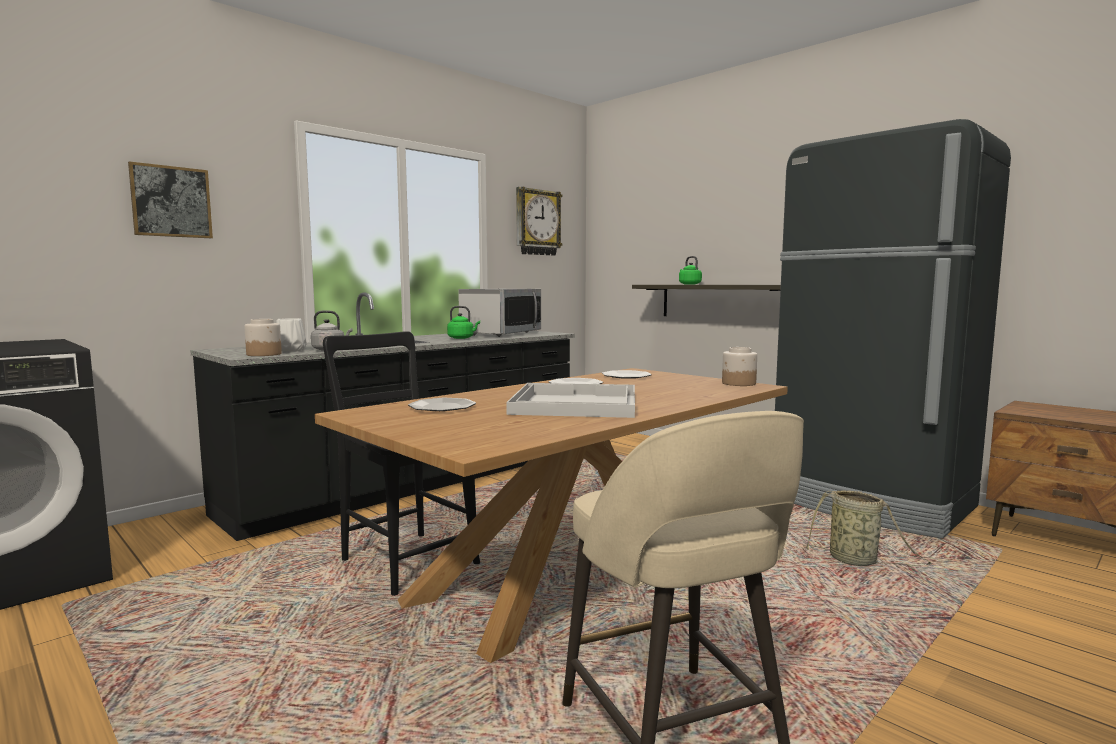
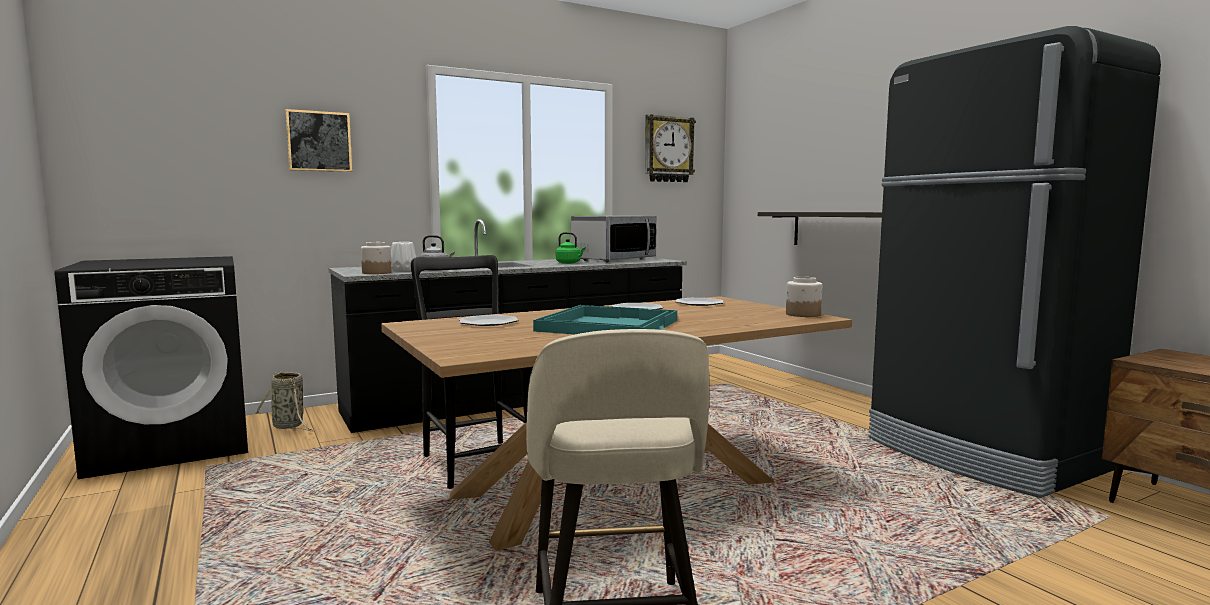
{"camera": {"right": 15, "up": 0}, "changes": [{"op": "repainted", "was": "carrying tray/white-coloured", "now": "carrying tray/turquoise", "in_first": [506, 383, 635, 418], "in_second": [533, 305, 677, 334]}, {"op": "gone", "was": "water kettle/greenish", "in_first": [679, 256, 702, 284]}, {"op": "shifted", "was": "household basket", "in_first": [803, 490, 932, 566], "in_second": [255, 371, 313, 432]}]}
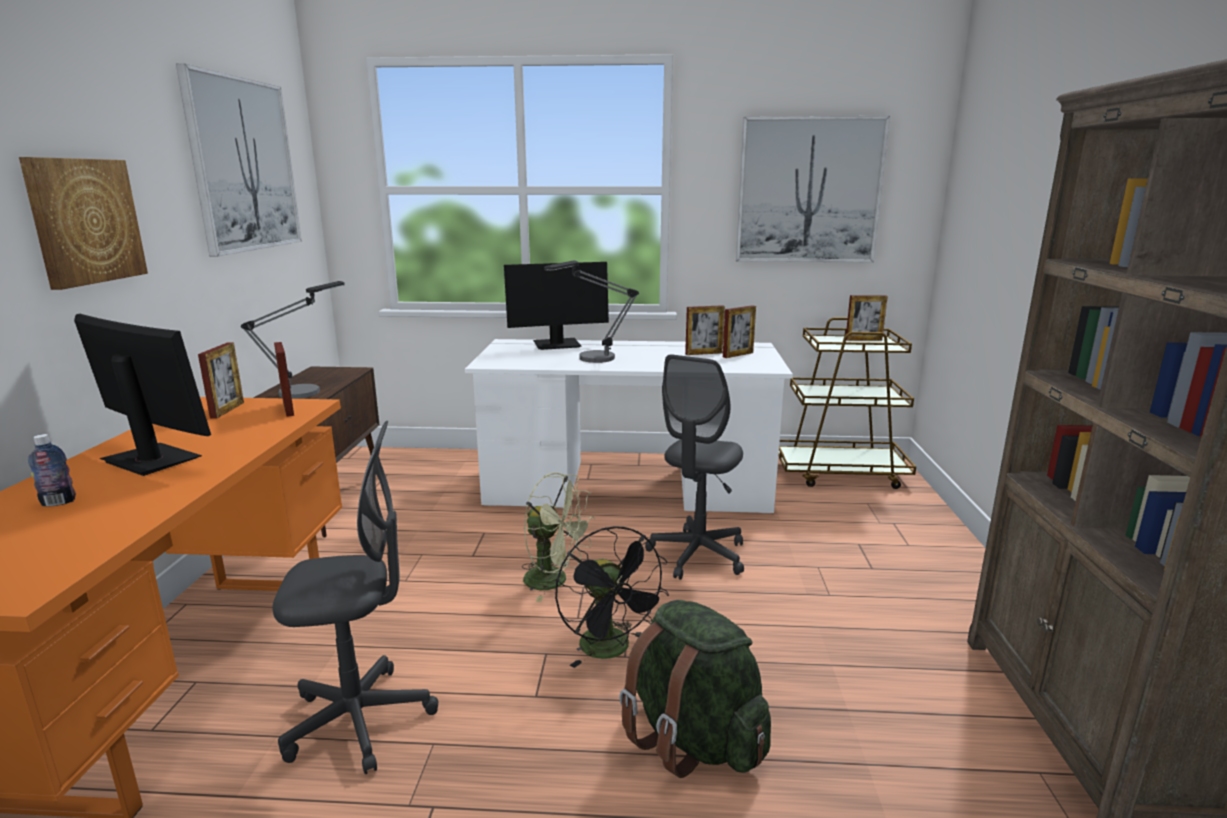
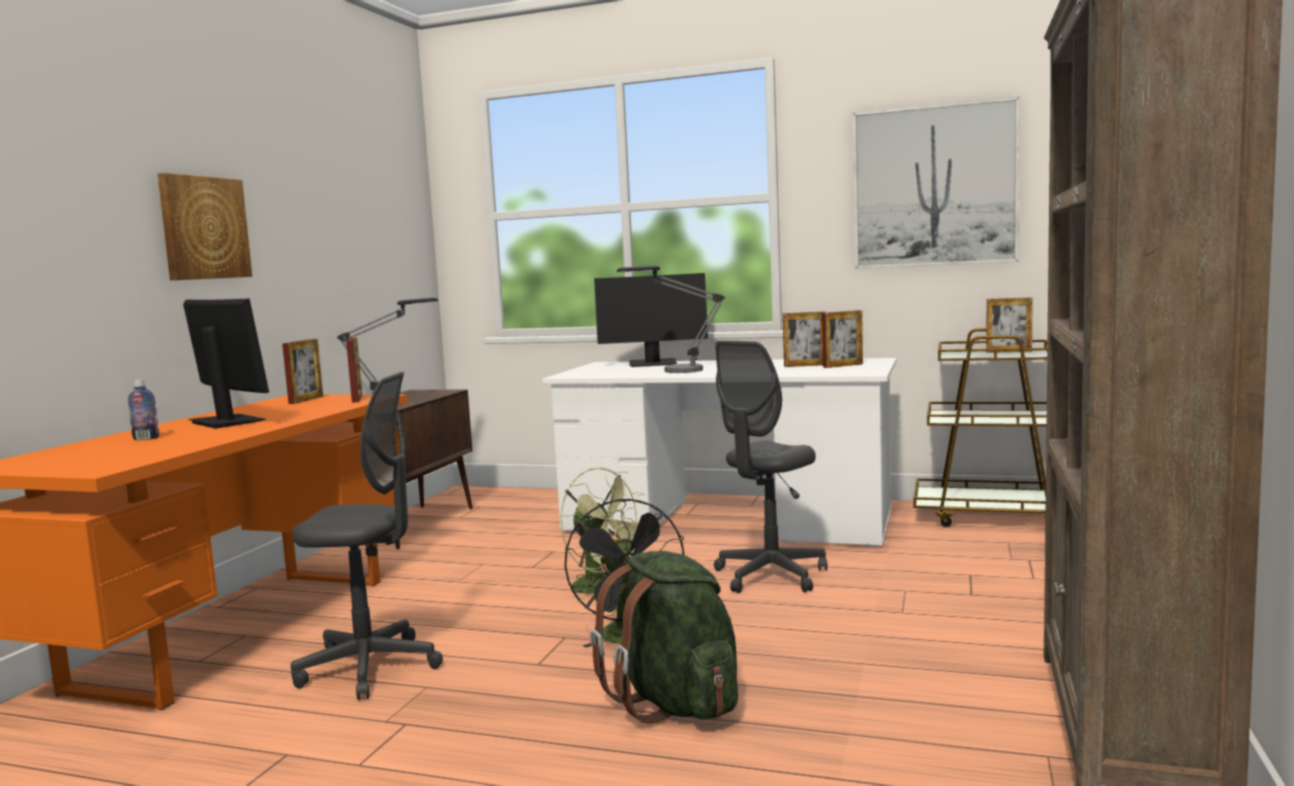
{"camera": {"right": 15, "up": -10}, "changes": [{"op": "gone", "was": "picture", "in_first": [176, 63, 302, 256]}]}
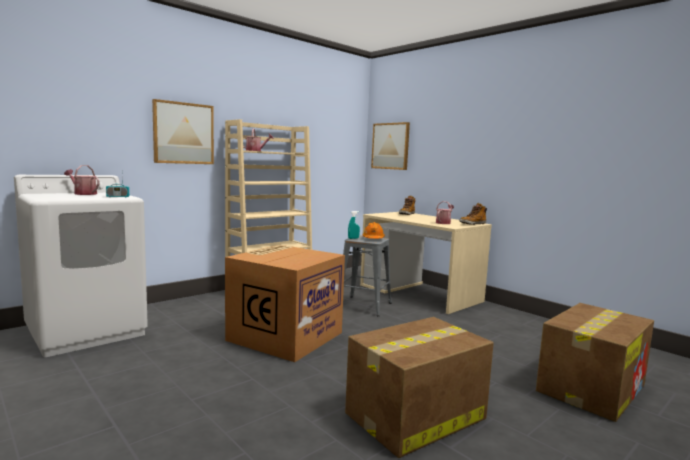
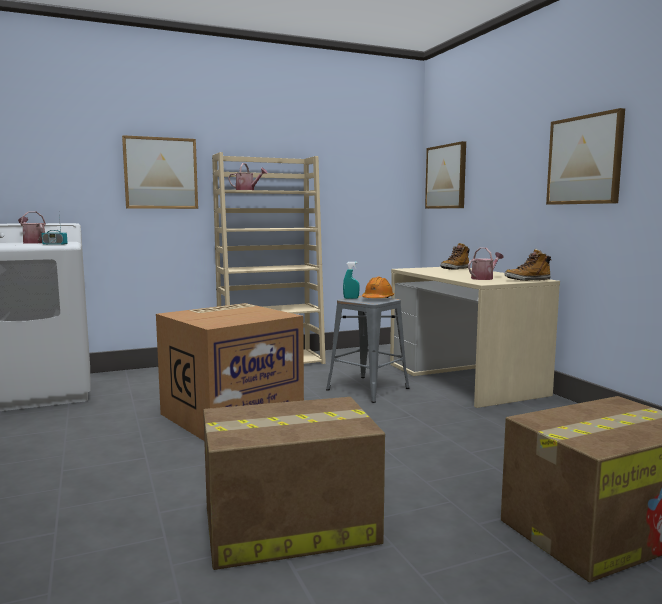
{"camera": {"right": 20, "up": 0}, "changes": [{"op": "new", "now": "picture", "in_second": [546, 108, 625, 205]}]}
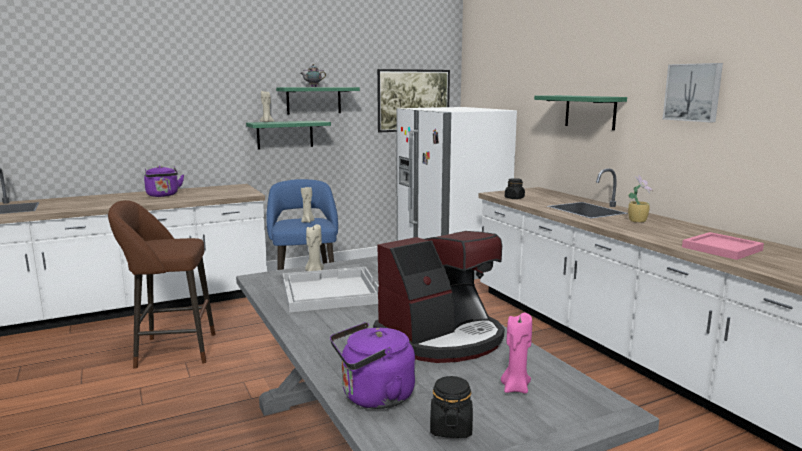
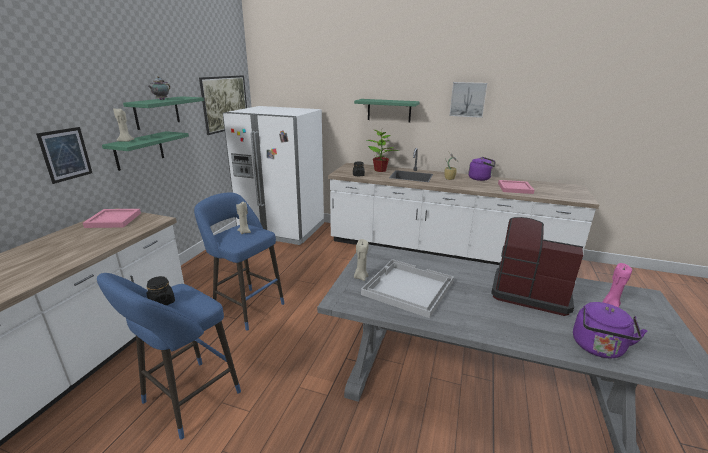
{"camera": {"right": -45, "up": 10}, "changes": [{"op": "repainted", "was": "stool/brown", "now": "stool/bluish", "in_first": [108, 200, 215, 369], "in_second": [97, 273, 241, 440]}, {"op": "shifted", "was": "water kettle/purplish", "in_first": [144, 165, 184, 197], "in_second": [468, 157, 495, 181]}, {"op": "rotated", "was": "coffee maker", "in_first": [373, 231, 504, 363], "in_second": [491, 217, 583, 316], "clockwise": -75}, {"op": "shifted", "was": "preserve jar/black", "in_first": [430, 376, 473, 438], "in_second": [146, 276, 175, 306]}, {"op": "new", "now": "picture", "in_second": [36, 127, 92, 184]}, {"op": "new", "now": "carrying tray/pink-coloured", "in_second": [83, 209, 141, 228]}, {"op": "new", "now": "houseplant", "in_second": [367, 130, 400, 172]}]}
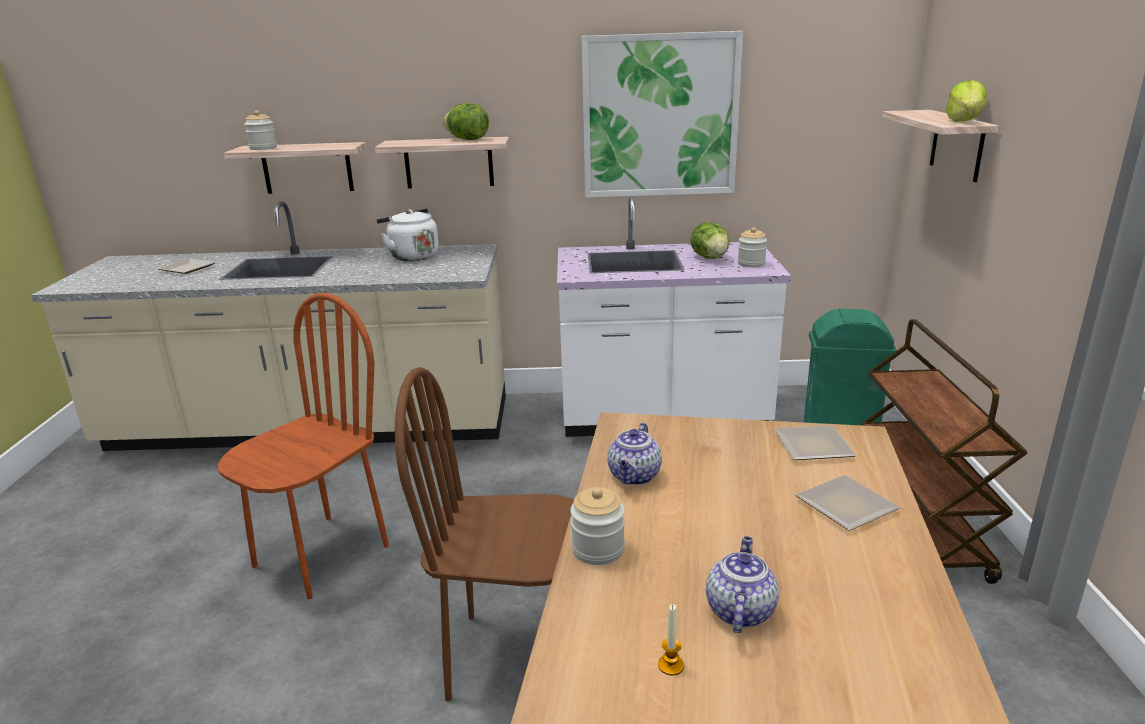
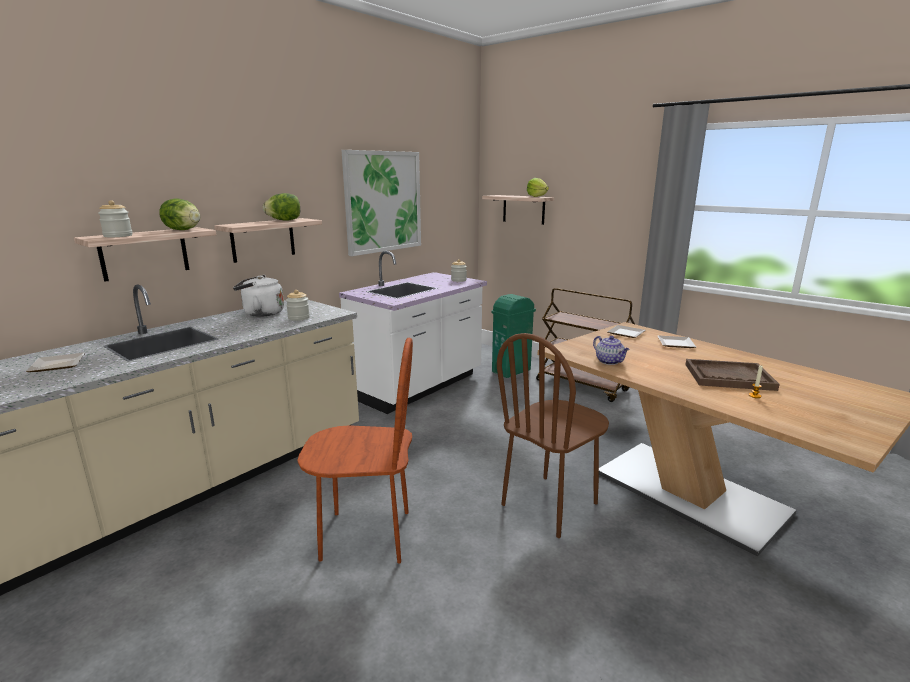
{"camera": {"right": -50, "up": -5}, "changes": [{"op": "rotated", "was": "chair/brown", "in_first": [218, 293, 389, 599], "in_second": [297, 338, 413, 564], "clockwise": 105}, {"op": "shifted", "was": "preserve jar", "in_first": [570, 487, 625, 565], "in_second": [286, 290, 310, 321]}, {"op": "shifted", "was": "lettuce head", "in_first": [691, 222, 730, 259], "in_second": [159, 198, 200, 230]}, {"op": "swapped", "was": "teapot", "now": "carrying tray/brown", "in_first": [706, 536, 779, 633], "in_second": [686, 359, 780, 391]}]}
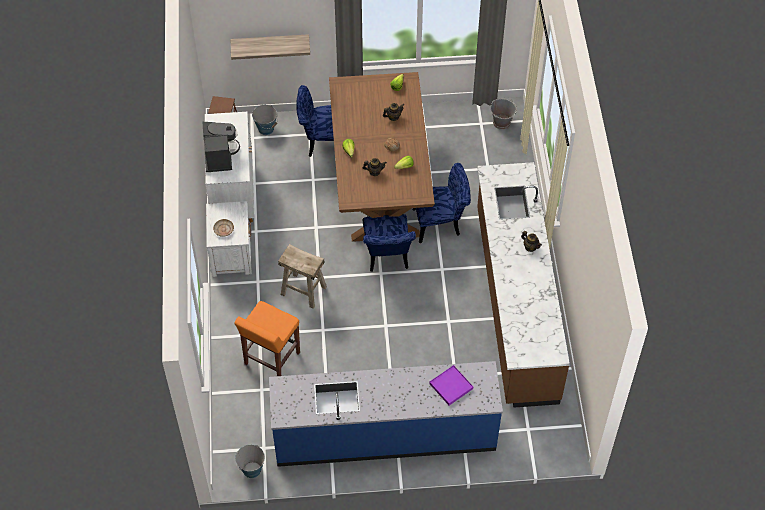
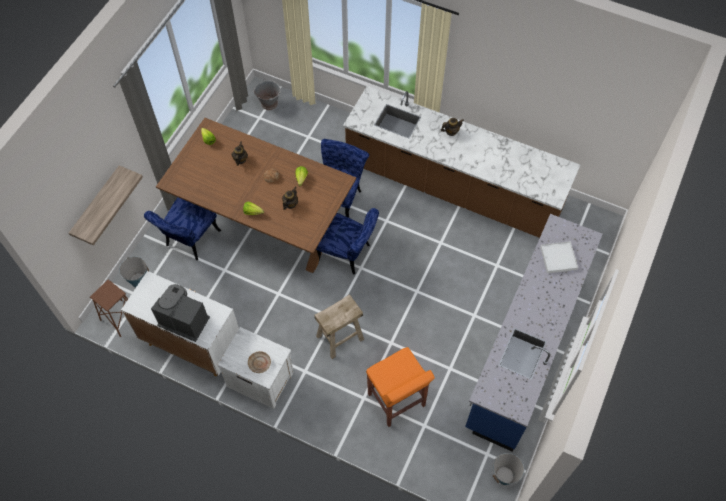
{"camera": {"right": -60, "up": 5}, "changes": [{"op": "repainted", "was": "carrying tray/purplish", "now": "carrying tray/white-coloured", "in_first": [429, 365, 473, 405], "in_second": [540, 241, 578, 273]}]}
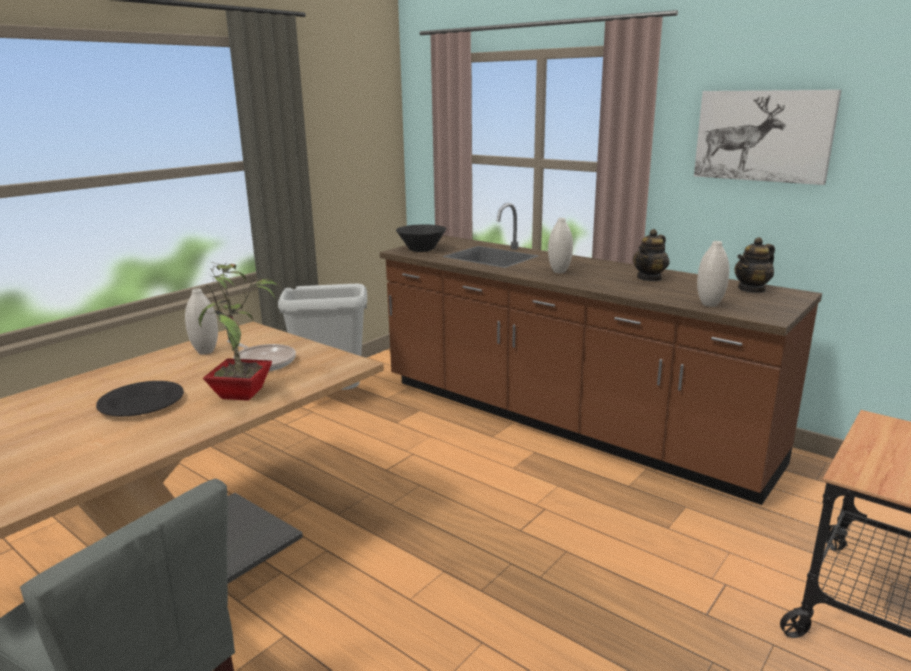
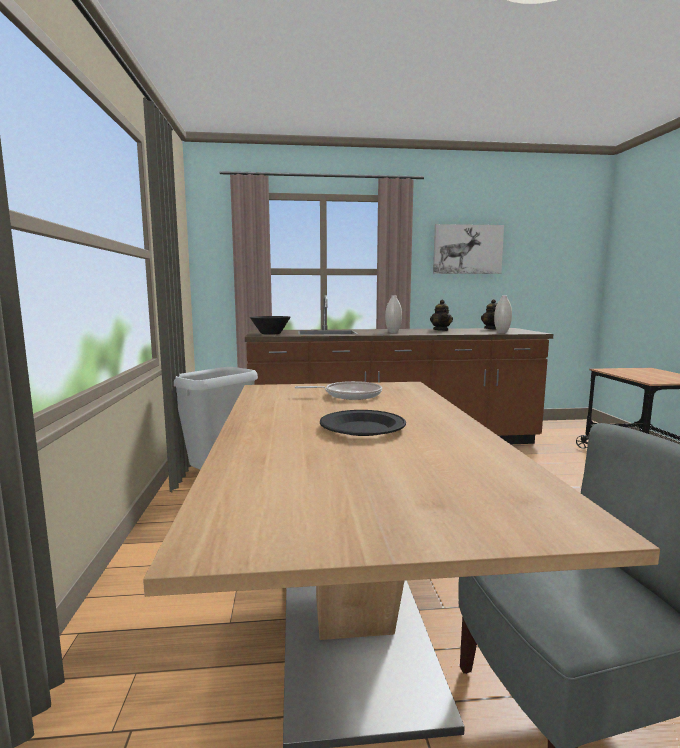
{"camera": {"right": -45, "up": -10}, "changes": [{"op": "gone", "was": "vase/white-coloured", "in_first": [185, 288, 218, 354]}, {"op": "gone", "was": "houseplant", "in_first": [198, 262, 279, 401]}]}
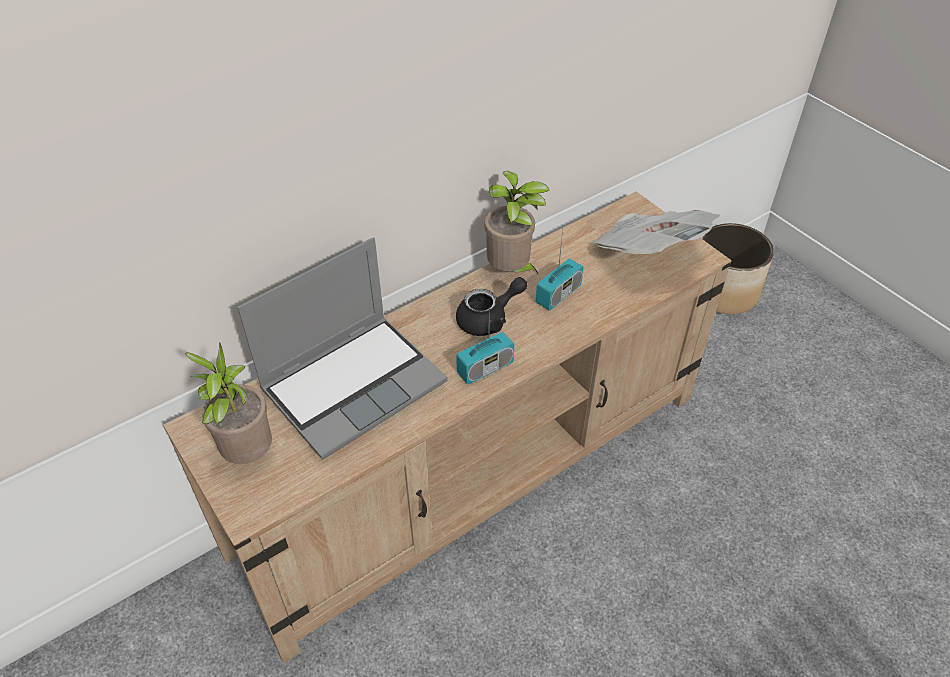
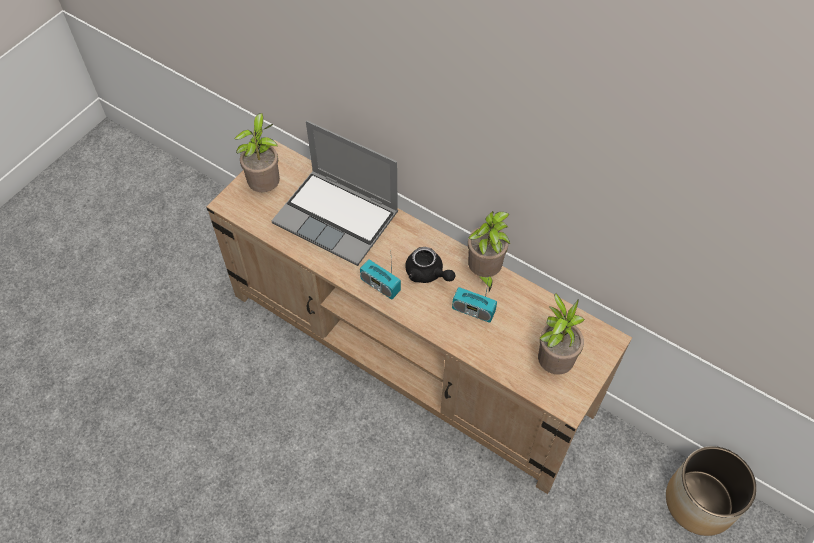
{"camera": {"right": 70, "up": 10}, "changes": [{"op": "swapped", "was": "printed paper", "now": "houseplant", "in_first": [592, 210, 720, 254], "in_second": [538, 293, 585, 375]}]}
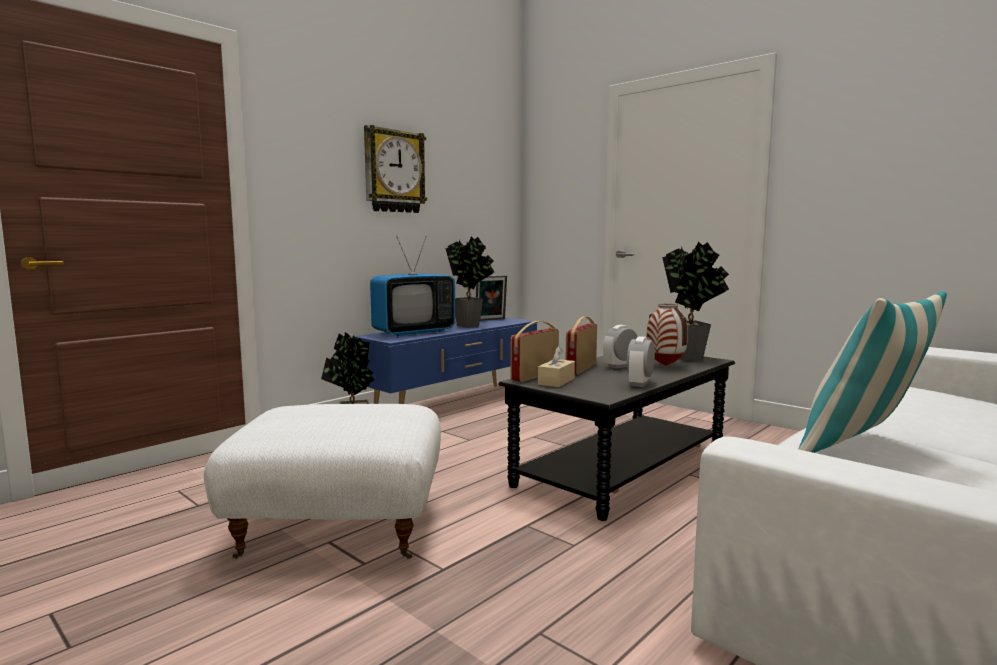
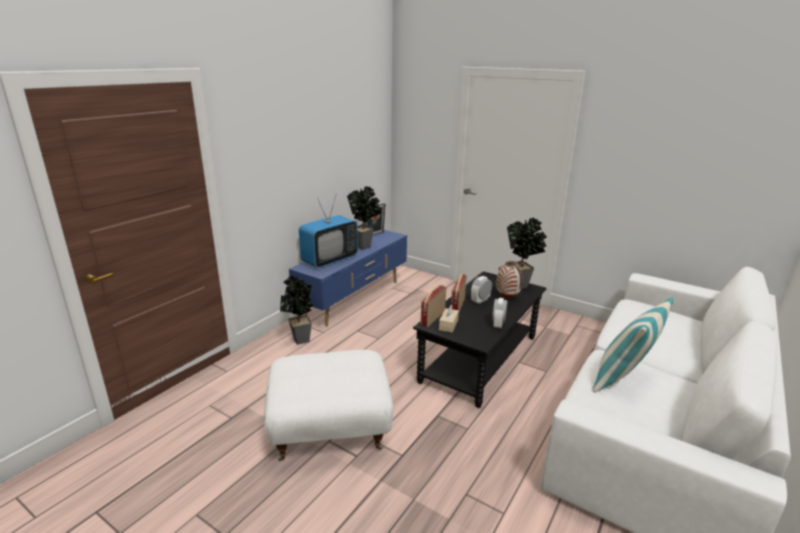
{"camera": {"right": -10, "up": 15}, "changes": [{"op": "gone", "was": "clock on the wall", "in_first": [364, 125, 427, 213]}]}
